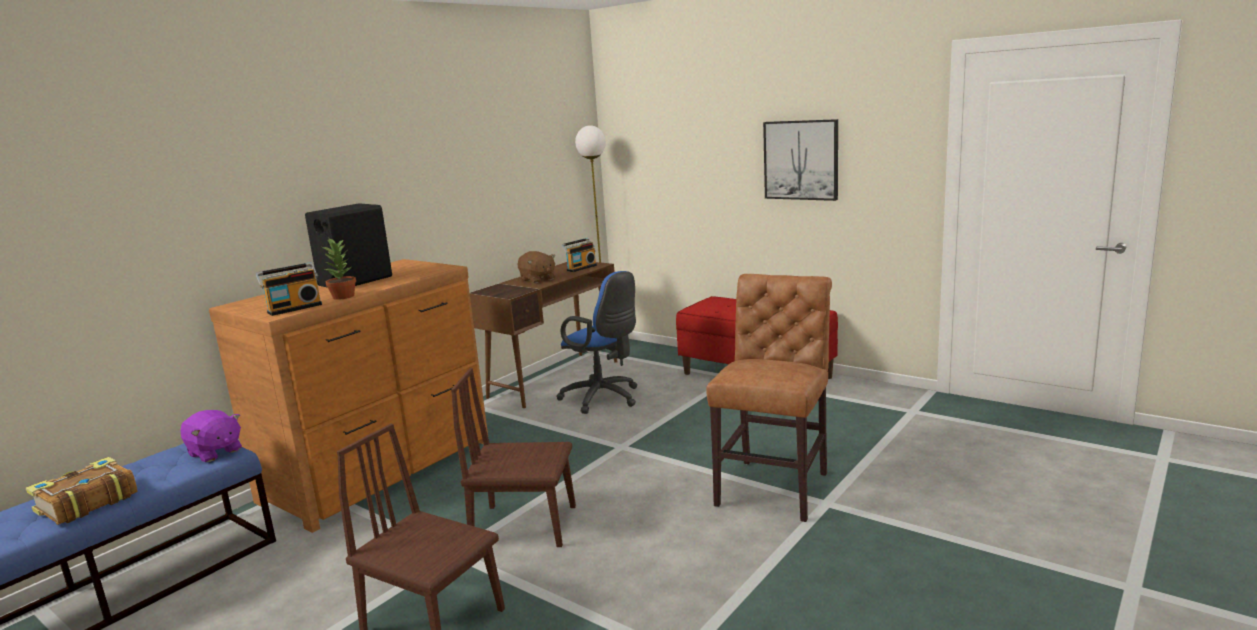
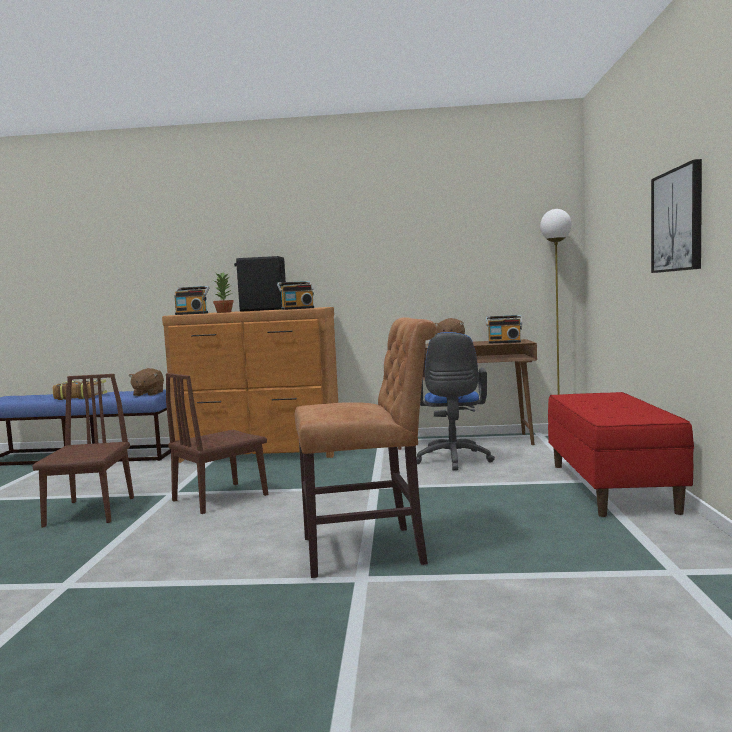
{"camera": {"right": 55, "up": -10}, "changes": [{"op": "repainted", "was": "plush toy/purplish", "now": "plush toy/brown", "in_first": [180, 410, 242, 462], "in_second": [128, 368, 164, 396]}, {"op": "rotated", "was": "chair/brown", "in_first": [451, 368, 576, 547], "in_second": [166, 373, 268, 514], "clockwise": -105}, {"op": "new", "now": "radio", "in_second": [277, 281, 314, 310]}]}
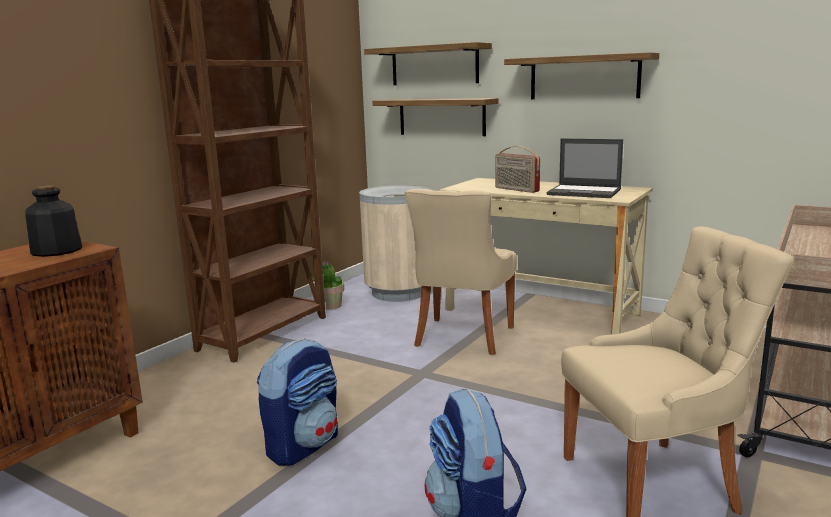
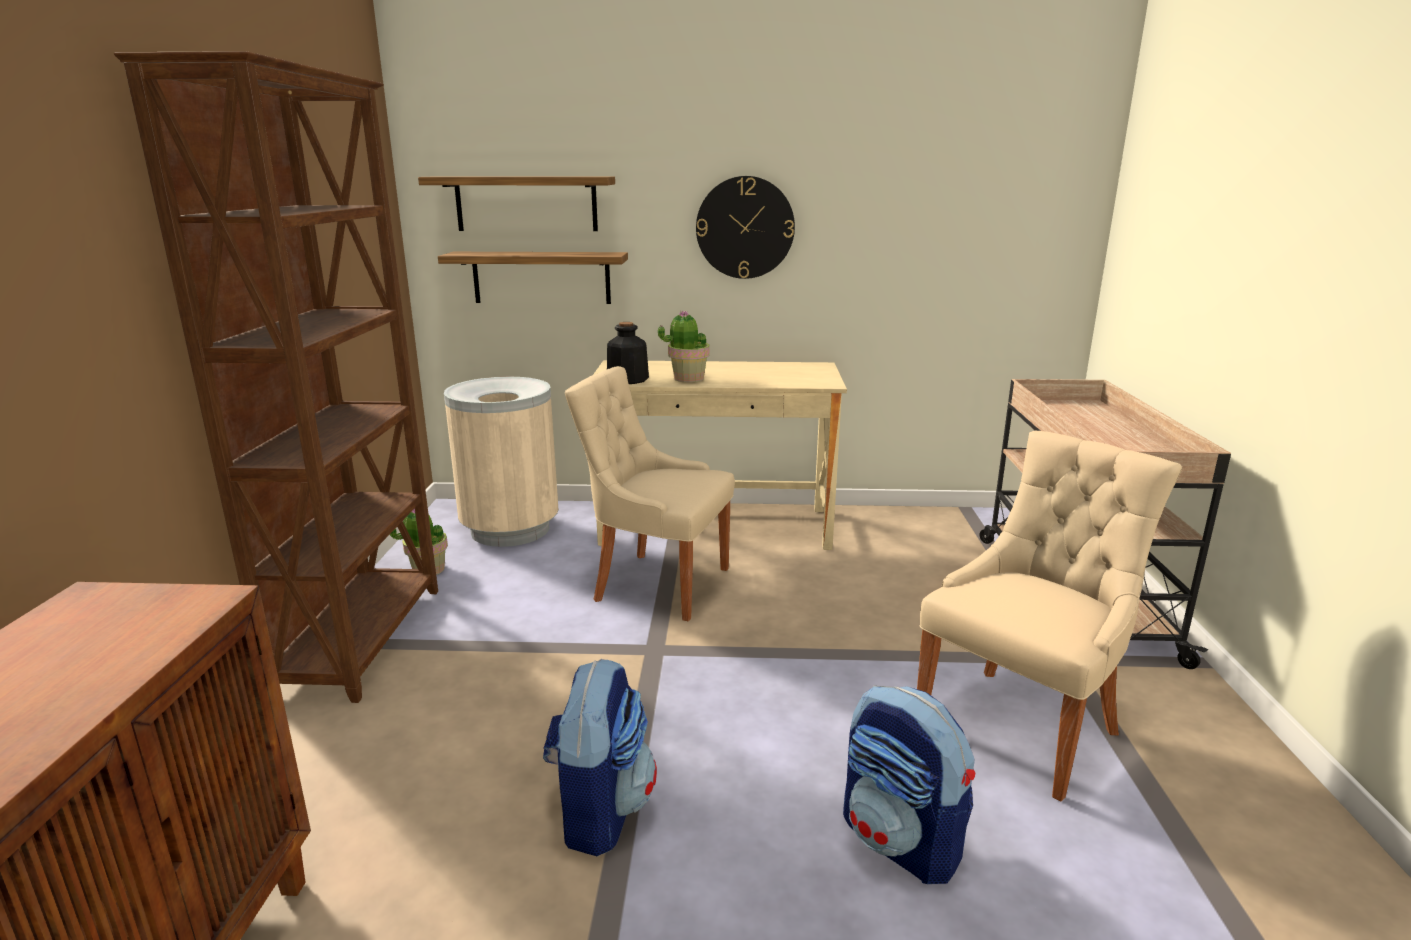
{"camera": {"right": -30, "up": 5}, "changes": [{"op": "shifted", "was": "drink bottle", "in_first": [25, 185, 82, 257], "in_second": [607, 322, 649, 384]}, {"op": "rotated", "was": "chair/sand-coloured", "in_first": [404, 189, 517, 355], "in_second": [565, 366, 735, 621], "clockwise": 120}, {"op": "swapped", "was": "radio", "now": "houseplant", "in_first": [495, 146, 540, 193], "in_second": [658, 310, 710, 383]}, {"op": "swapped", "was": "shelf", "now": "clock on the wall", "in_first": [504, 52, 659, 99], "in_second": [696, 176, 795, 279]}, {"op": "gone", "was": "laptop", "in_first": [547, 139, 623, 198]}]}
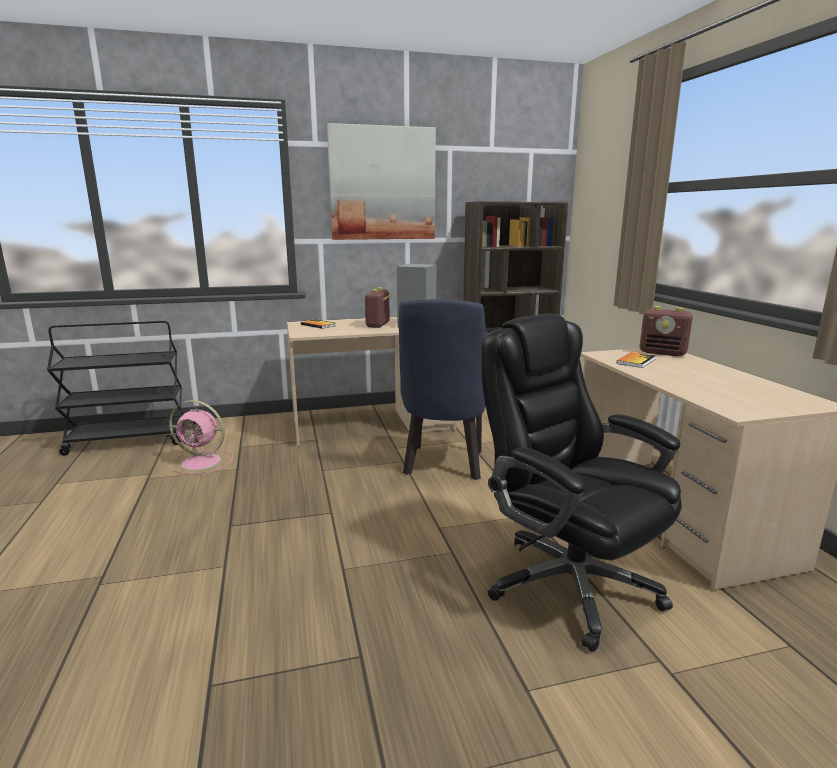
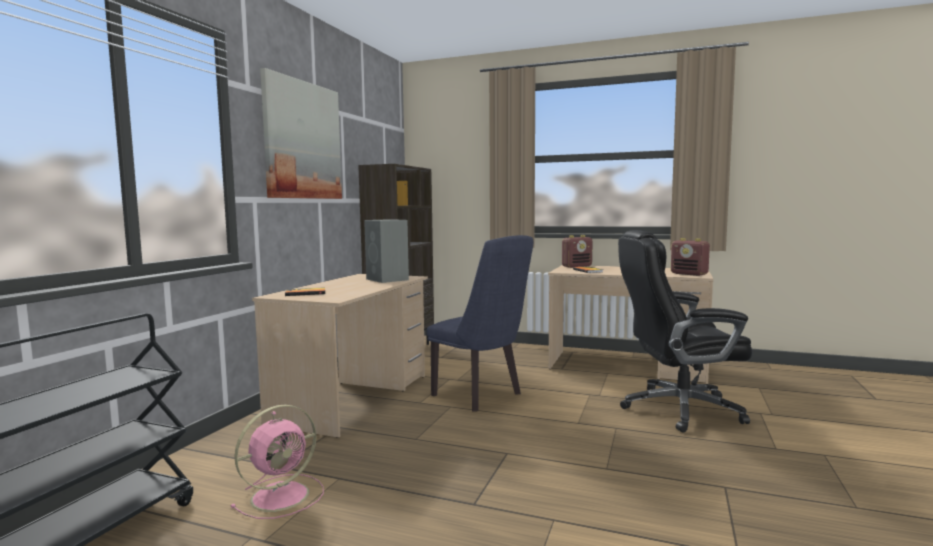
{"camera": {"right": -55, "up": -10}, "changes": [{"op": "shifted", "was": "radio", "in_first": [365, 287, 391, 328], "in_second": [671, 238, 710, 276]}]}
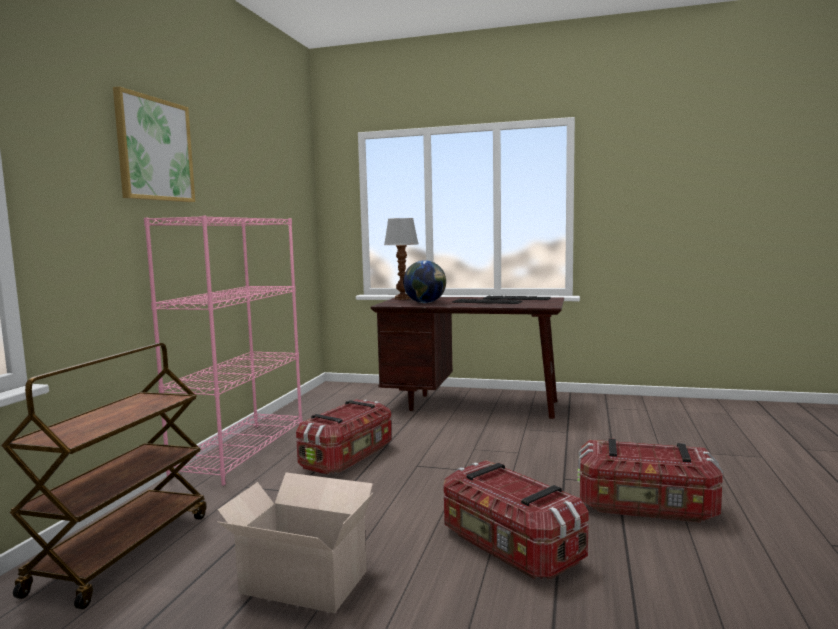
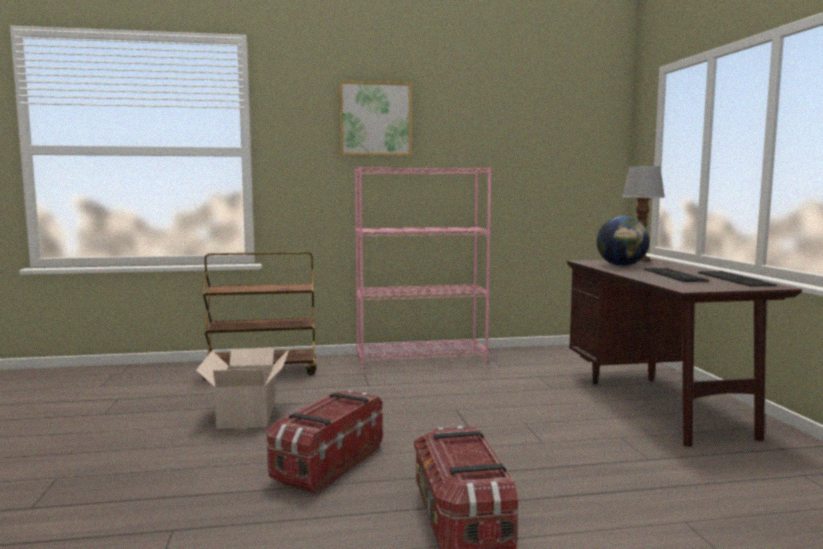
{"camera": {"right": 65, "up": 0}, "changes": [{"op": "gone", "was": "storage container", "in_first": [296, 399, 392, 475]}]}
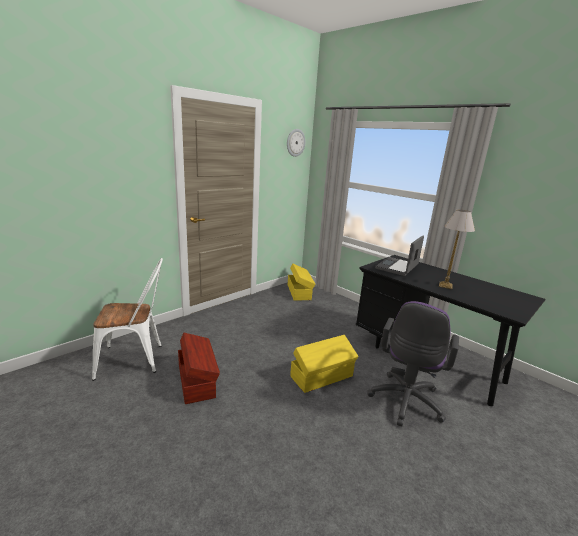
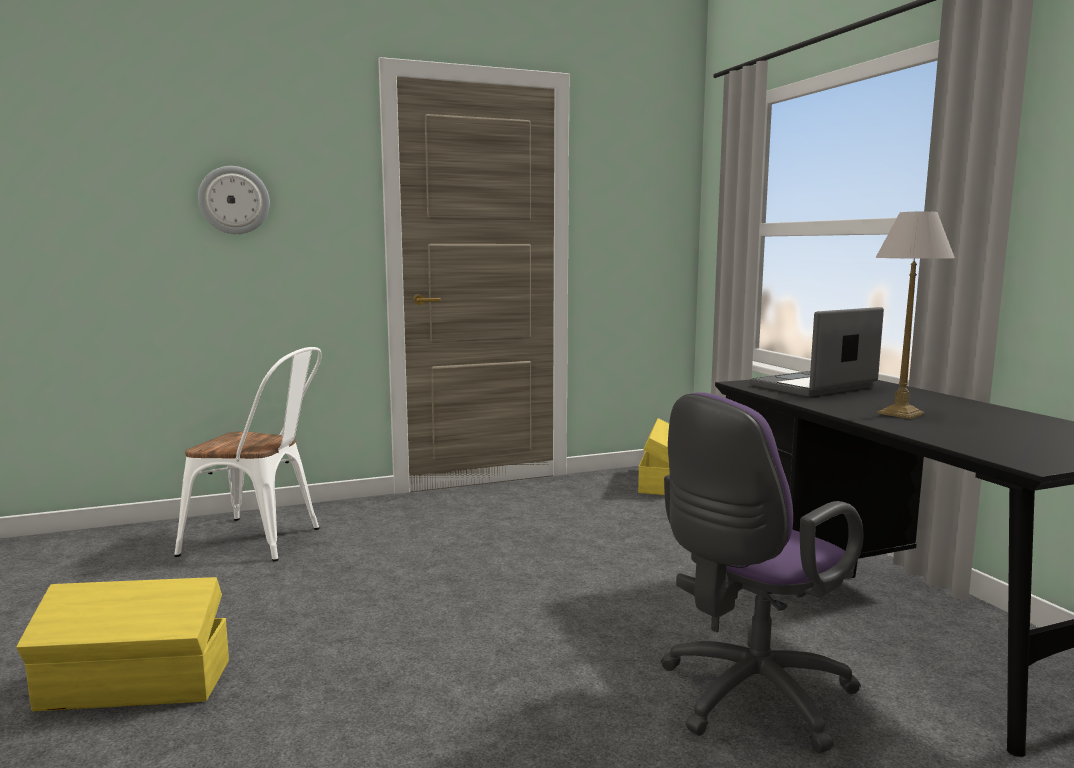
{"camera": {"right": 25, "up": -10}, "changes": [{"op": "gone", "was": "storage container/brown", "in_first": [178, 333, 220, 404]}, {"op": "shifted", "was": "clock on the wall", "in_first": [287, 129, 305, 157], "in_second": [198, 166, 270, 234]}, {"op": "shifted", "was": "storage container/yellow-coloured", "in_first": [290, 335, 359, 393], "in_second": [16, 577, 229, 711]}]}
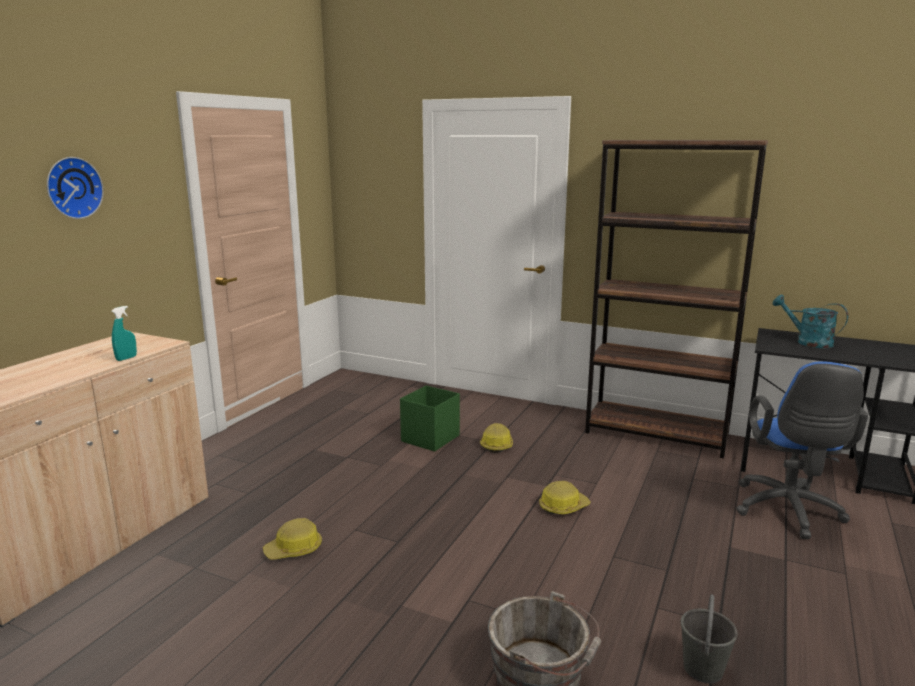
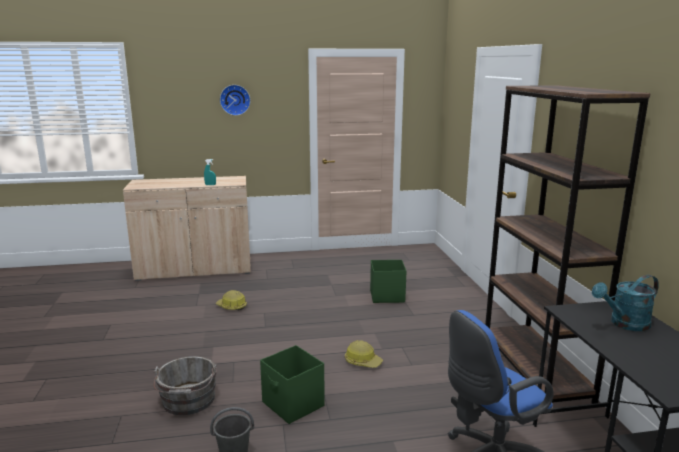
{"camera": {"right": 55, "up": 0}, "changes": [{"op": "gone", "was": "hard hat", "in_first": [480, 423, 513, 453]}, {"op": "rotated", "was": "watering can/turquoise", "in_first": [772, 295, 848, 348], "in_second": [592, 275, 659, 331], "clockwise": -120}, {"op": "new", "now": "storage container/greenish", "in_second": [260, 345, 325, 424]}]}
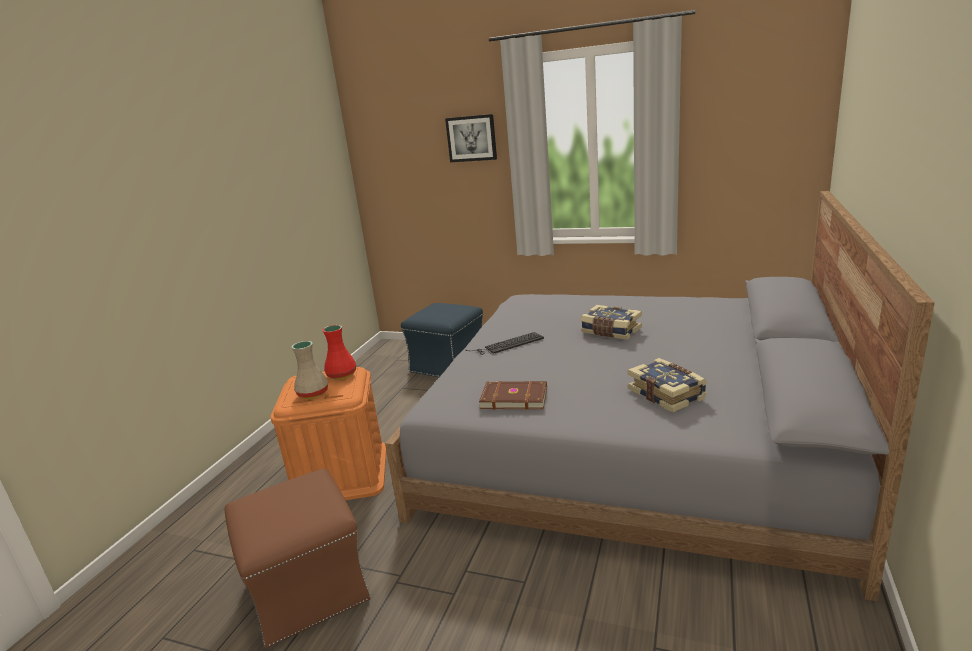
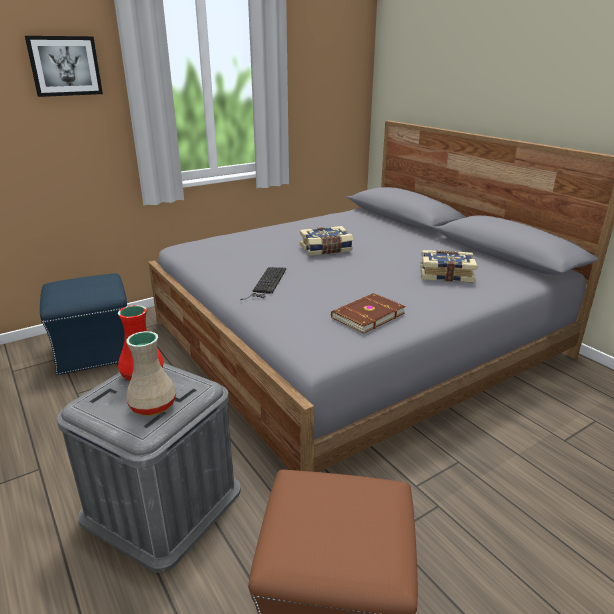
{"camera": {"right": -55, "up": 5}, "changes": [{"op": "repainted", "was": "storage container/orangey", "now": "storage container/greyish", "in_first": [270, 367, 387, 500], "in_second": [56, 363, 241, 573]}]}
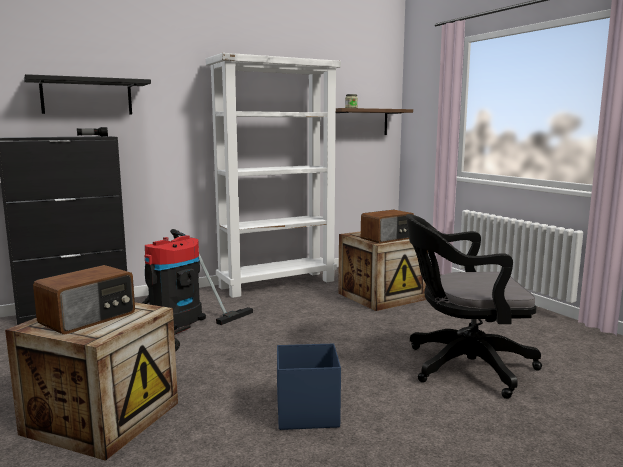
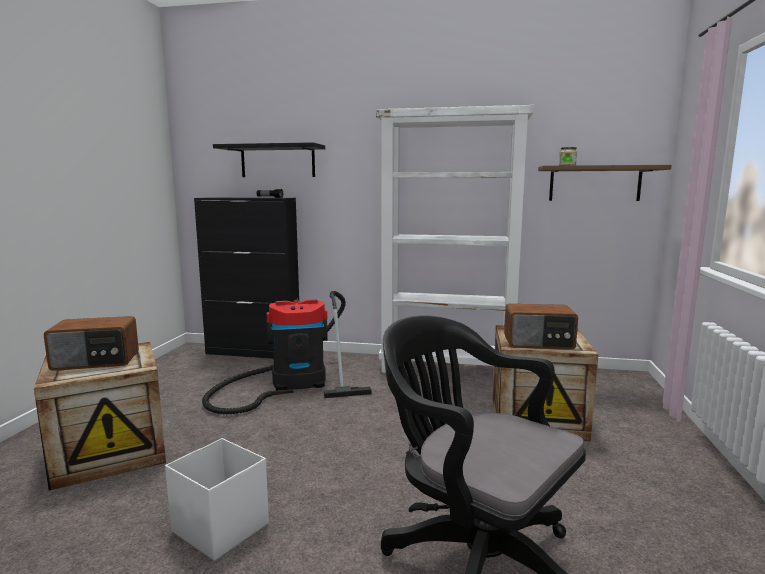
{"camera": {"right": 40, "up": 0}, "changes": [{"op": "repainted", "was": "storage container/bluish", "now": "storage container/white-coloured", "in_first": [277, 343, 341, 430], "in_second": [165, 438, 269, 561]}]}
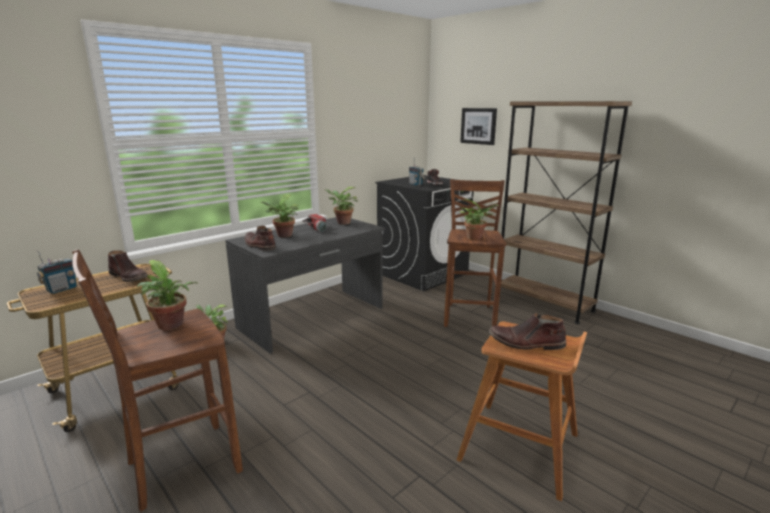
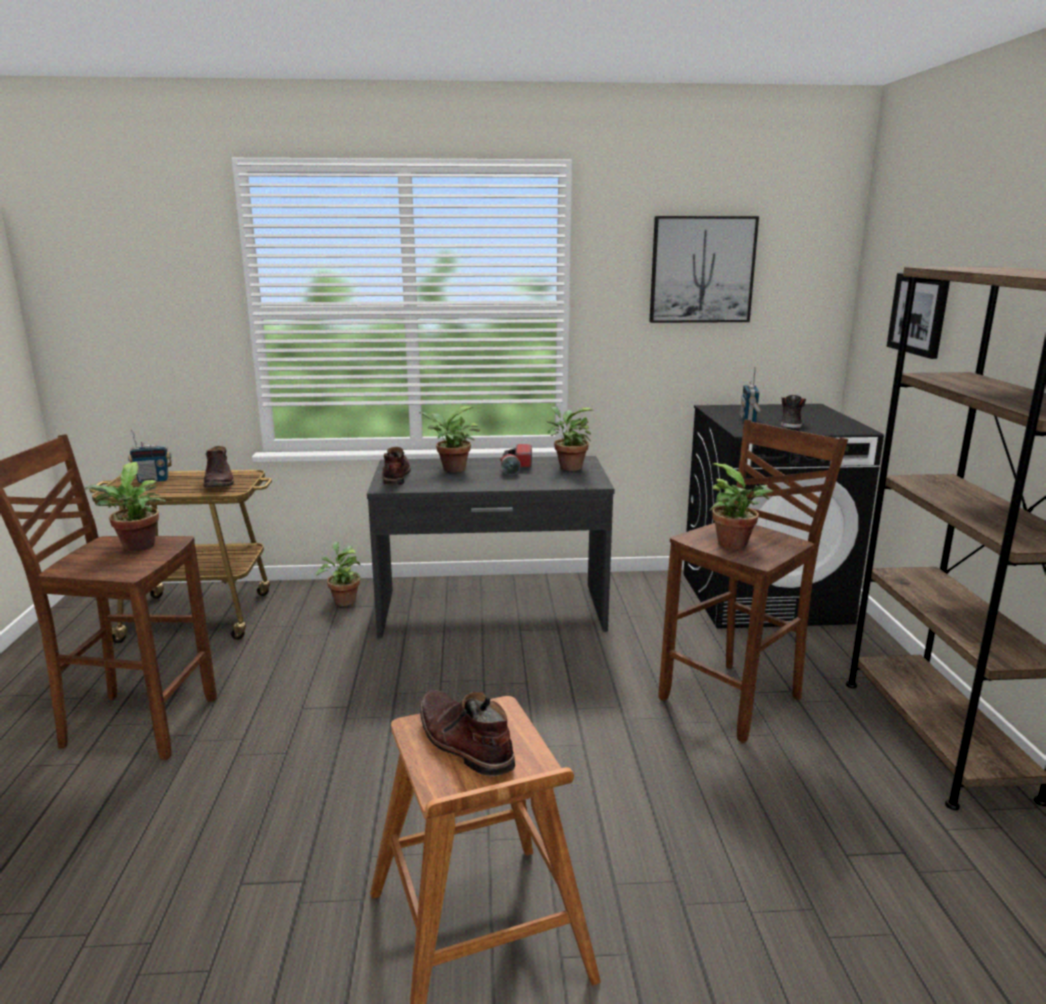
{"camera": {"right": 40, "up": 0}, "changes": [{"op": "new", "now": "picture", "in_second": [649, 216, 759, 323]}]}
